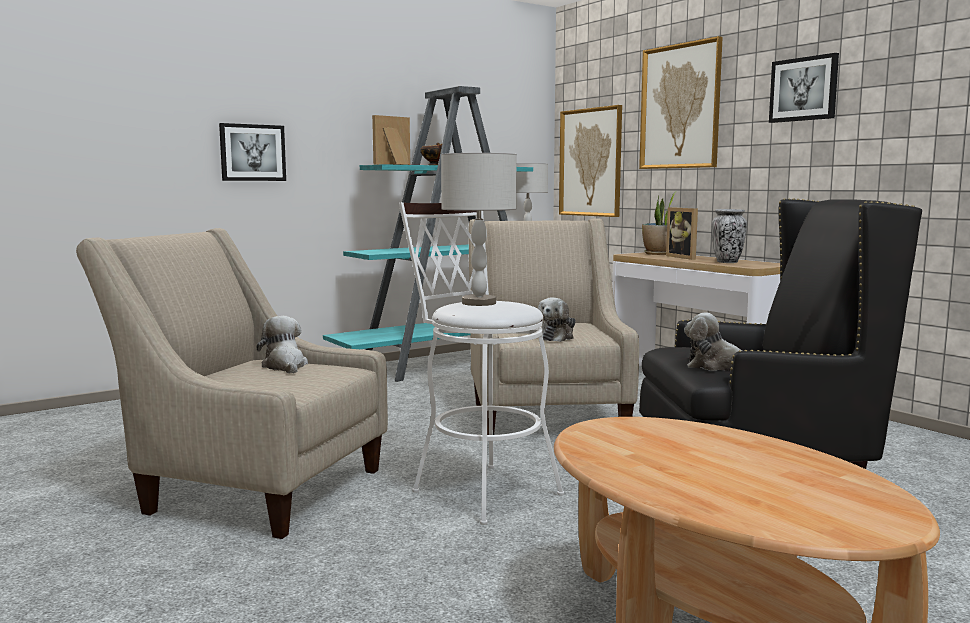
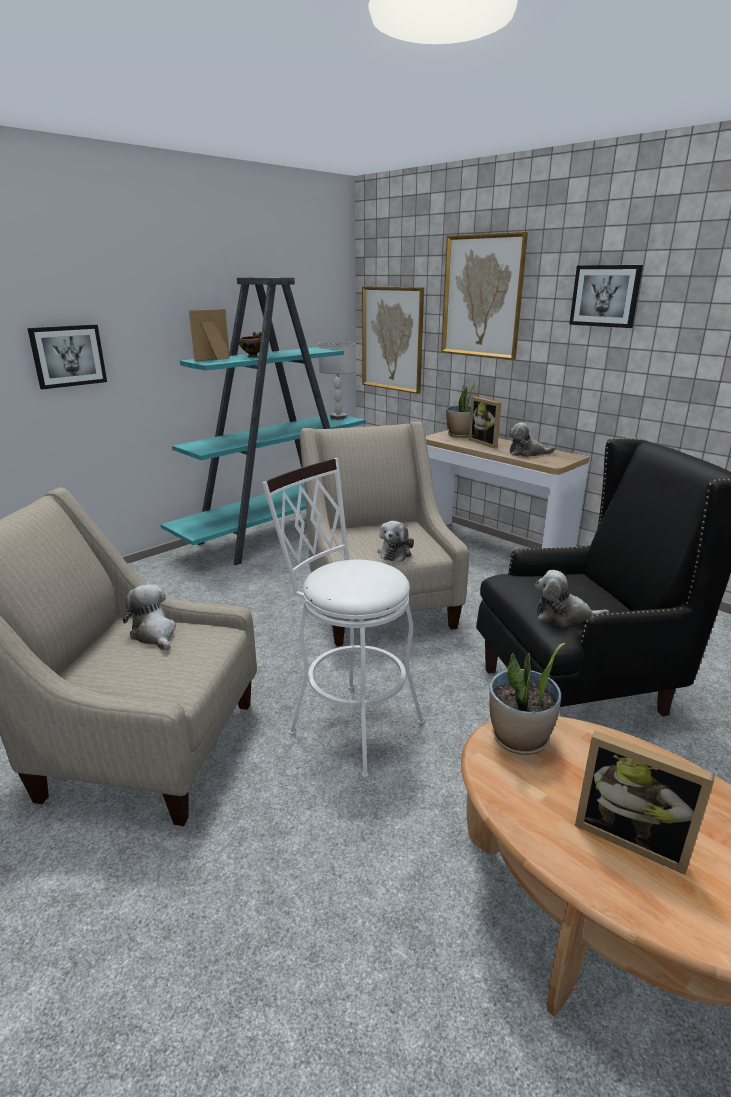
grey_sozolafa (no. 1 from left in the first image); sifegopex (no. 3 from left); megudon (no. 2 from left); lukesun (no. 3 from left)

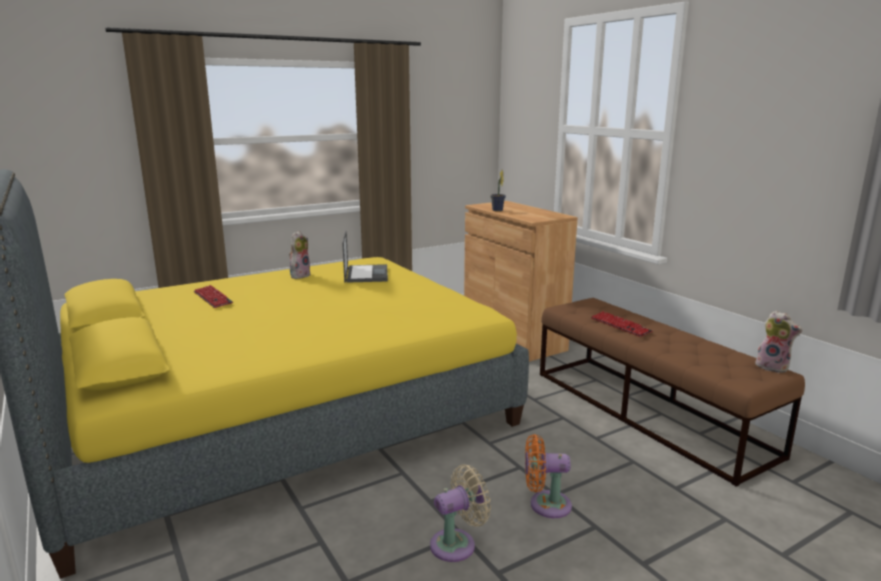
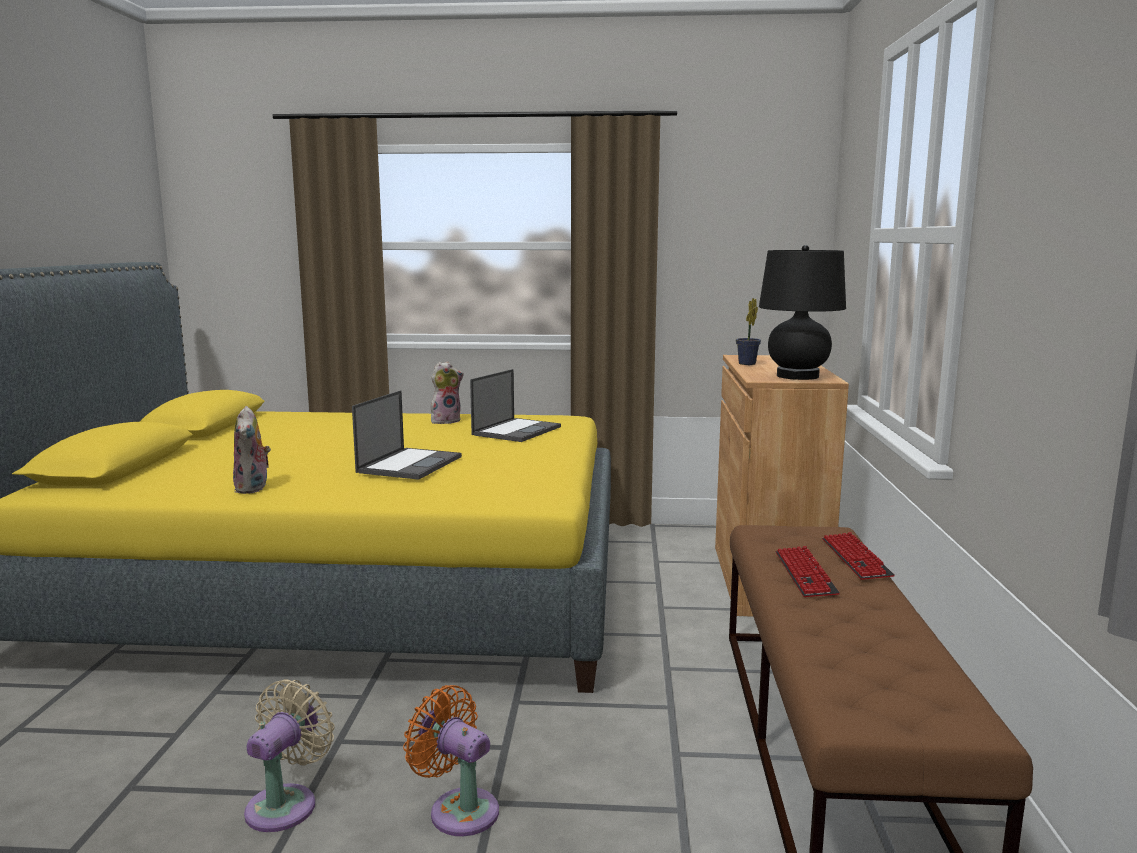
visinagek (no. 2 from left); sifegopex (no. 1 from left); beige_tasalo; black_sozolafa; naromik (no. 1 from left)

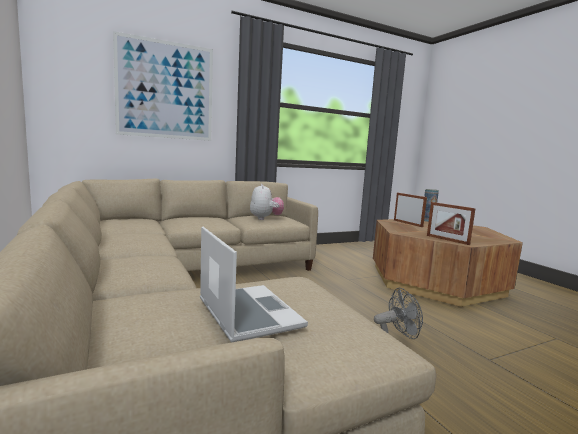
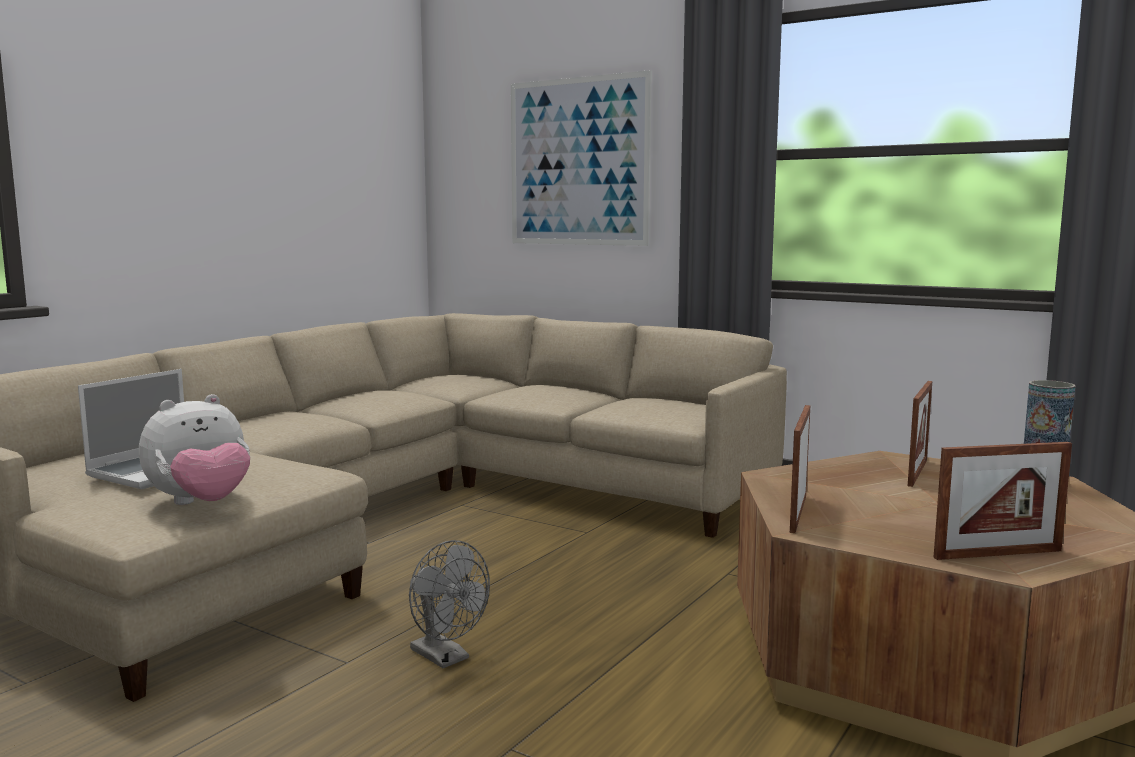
sifegopex; lukesun (no. 3 from left)

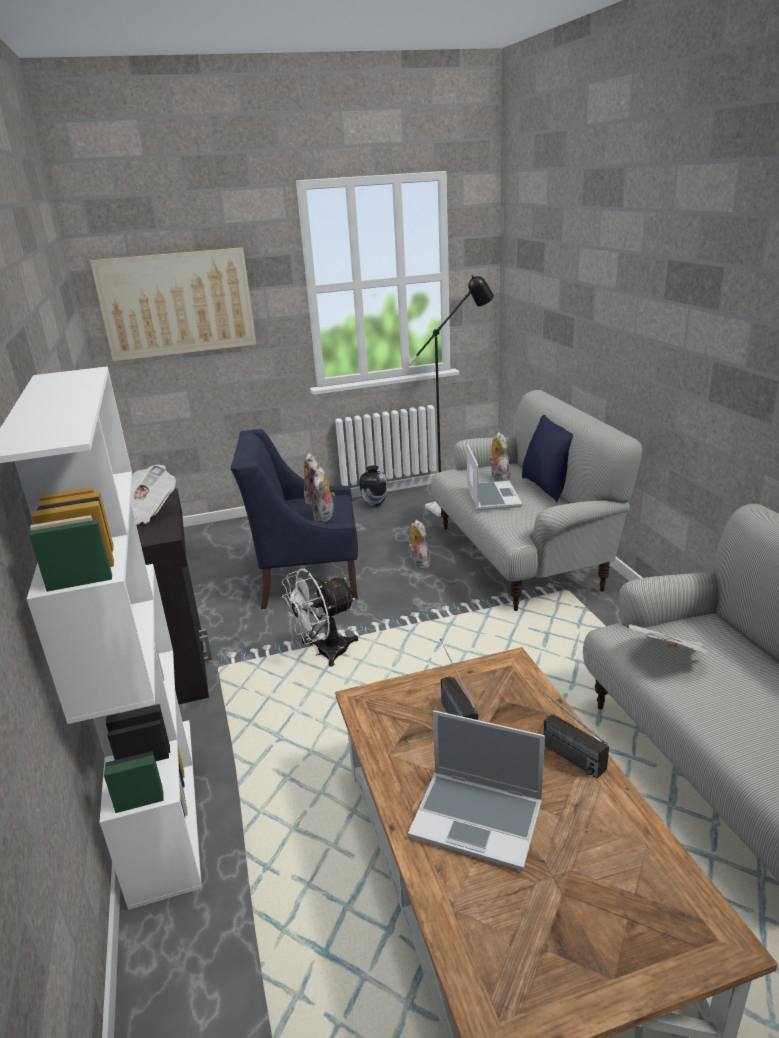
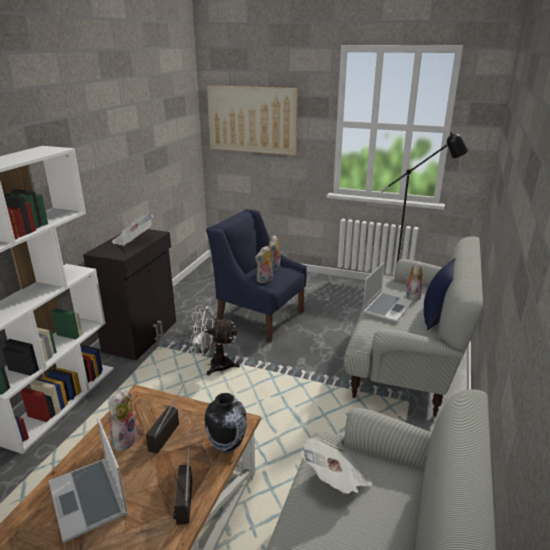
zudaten; sifegopex (no. 1 from left)

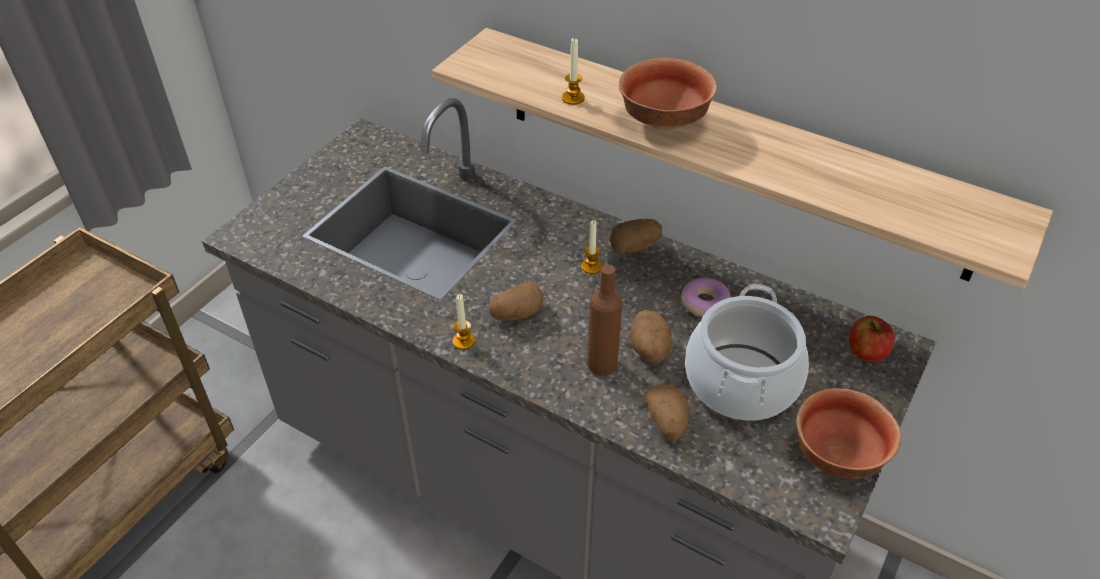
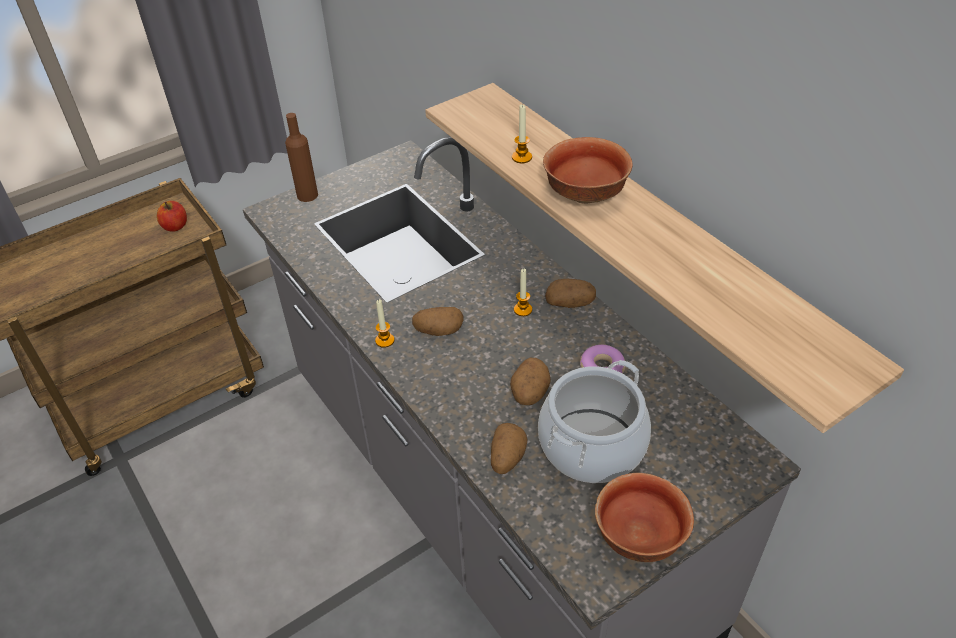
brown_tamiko; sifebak

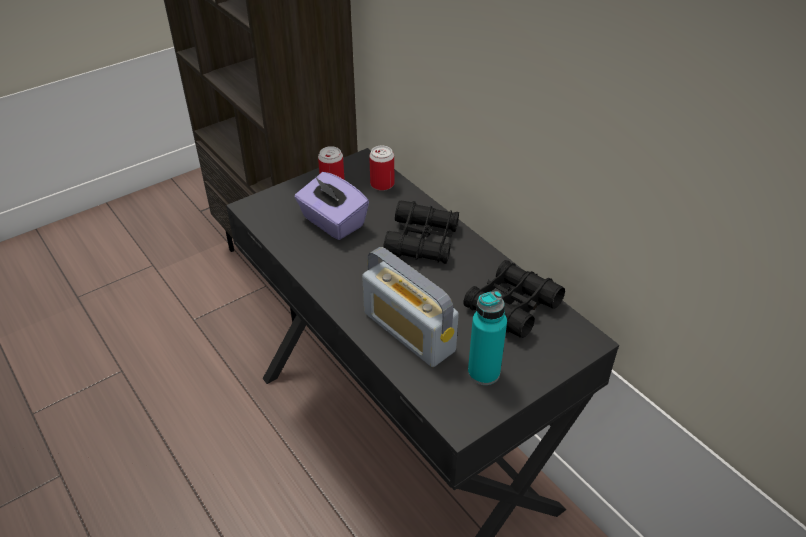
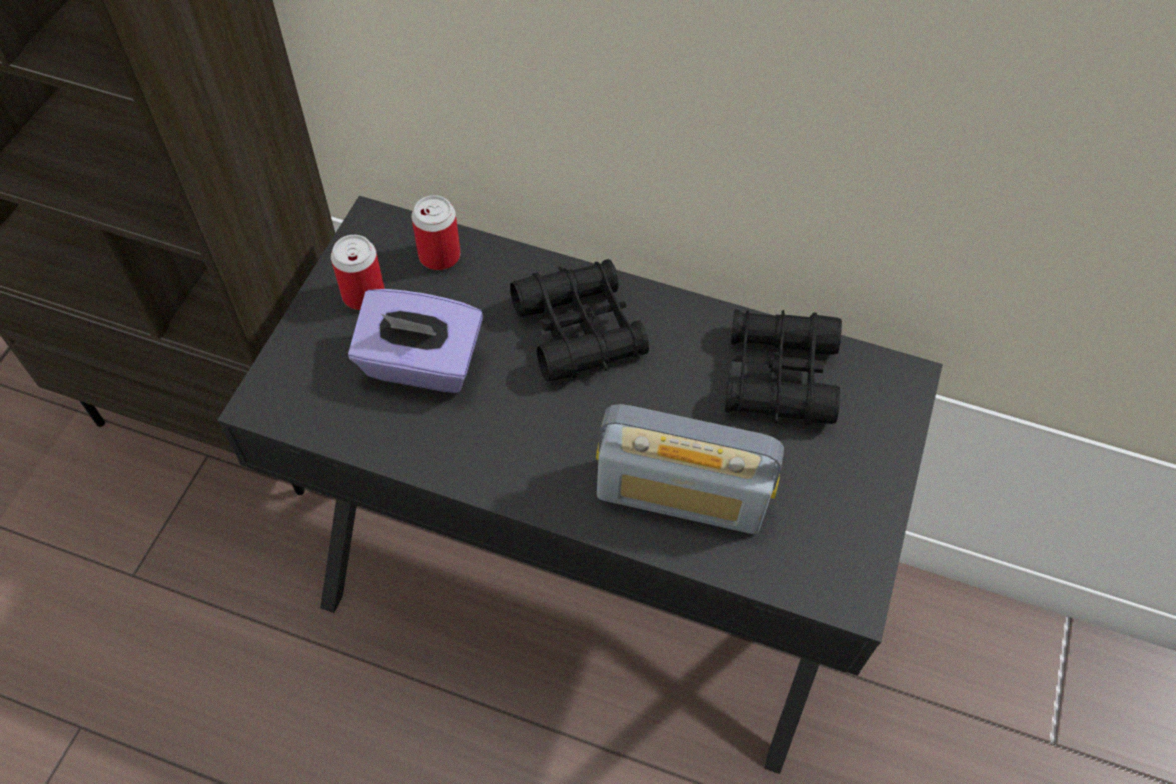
turquoise_tamiko

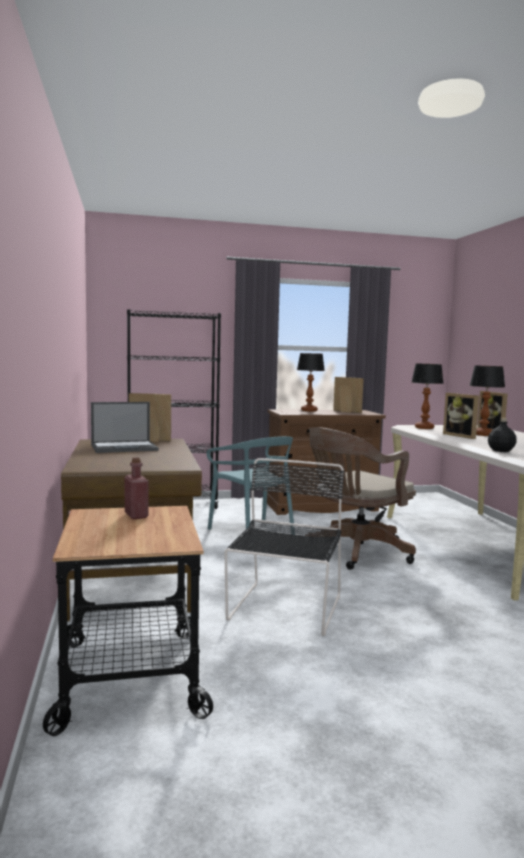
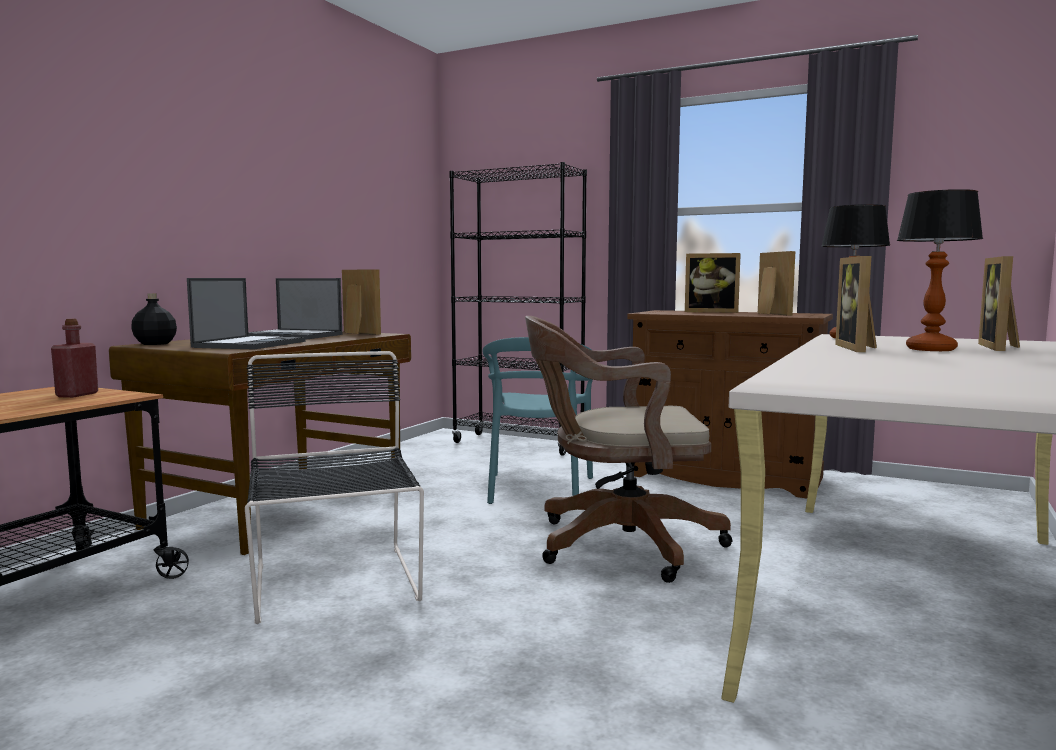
lukesun (no. 2 from left); black_tamiko; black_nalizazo; naromik (no. 1 from left)

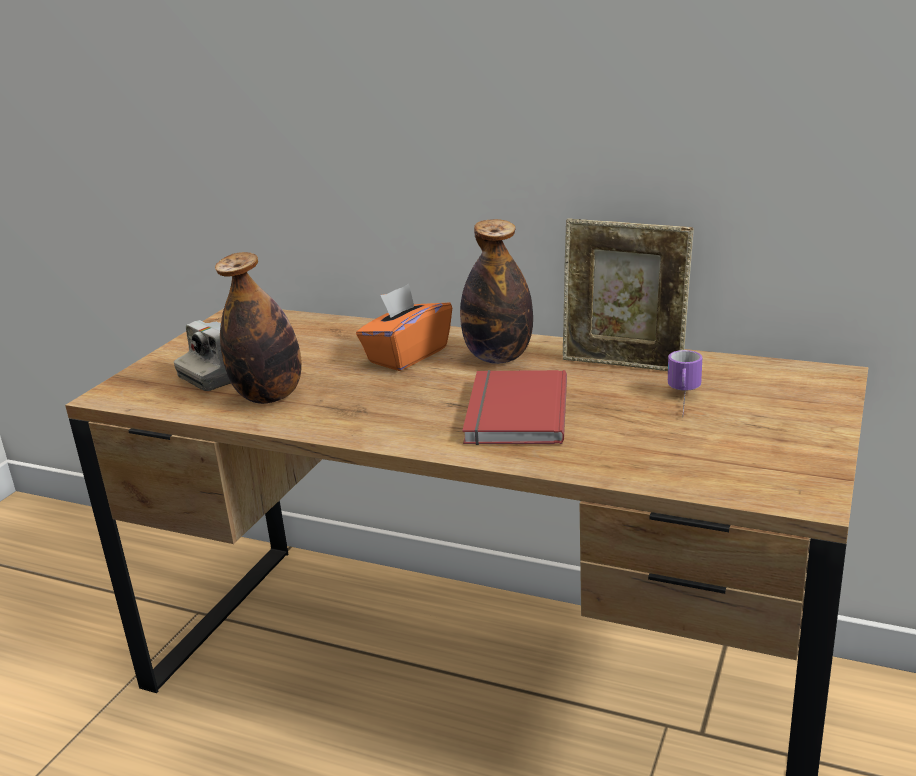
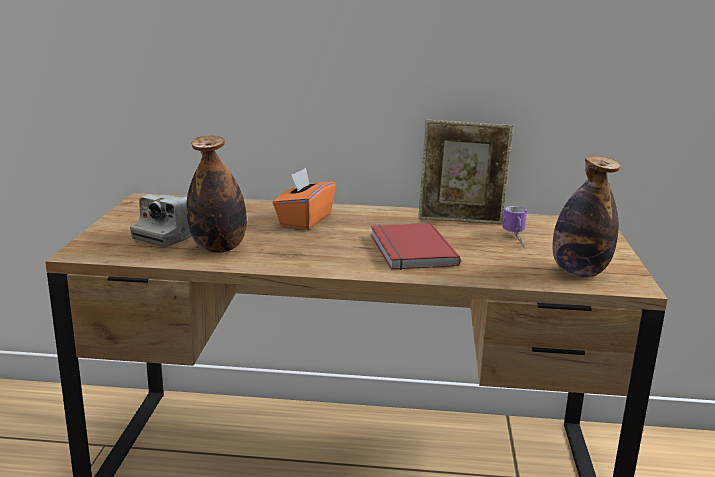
tamiko (no. 2 from left)

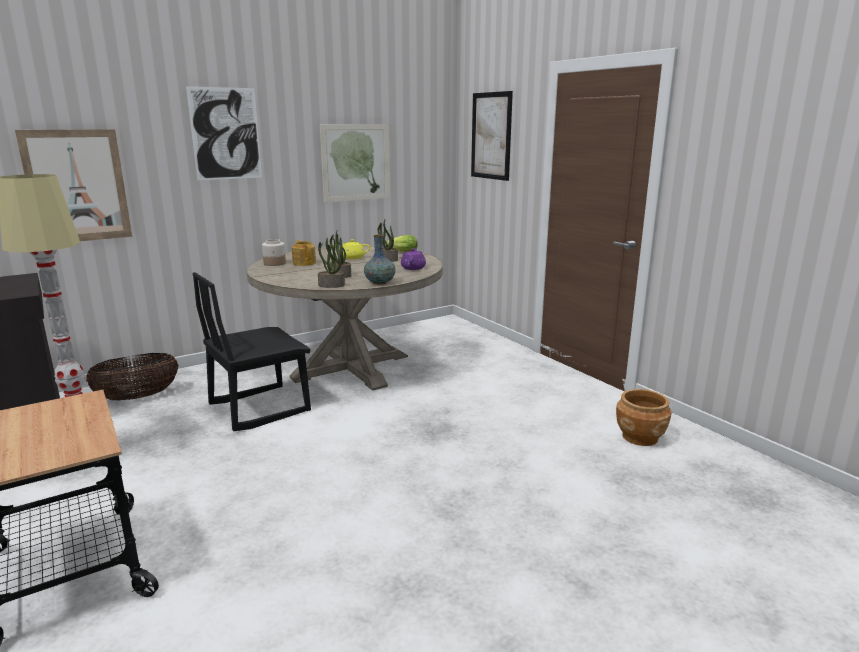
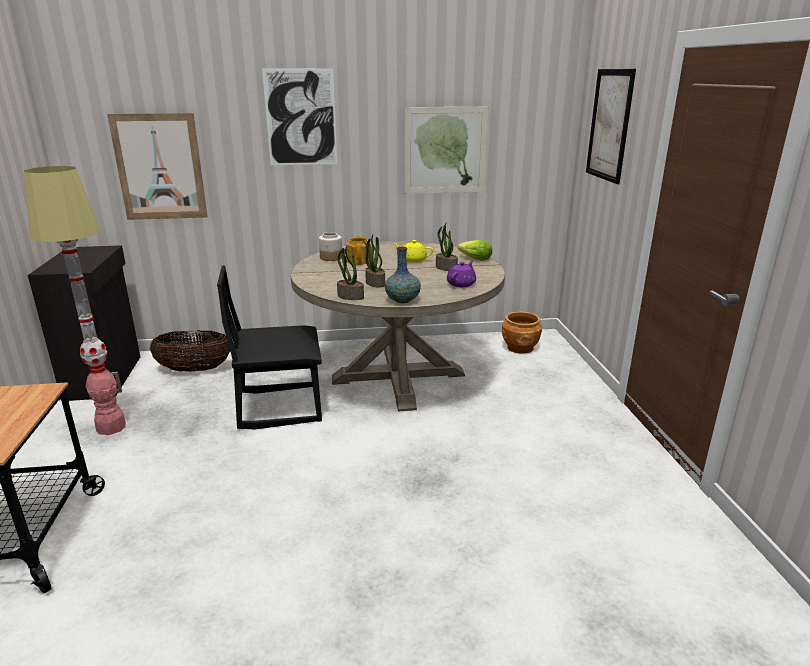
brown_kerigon

